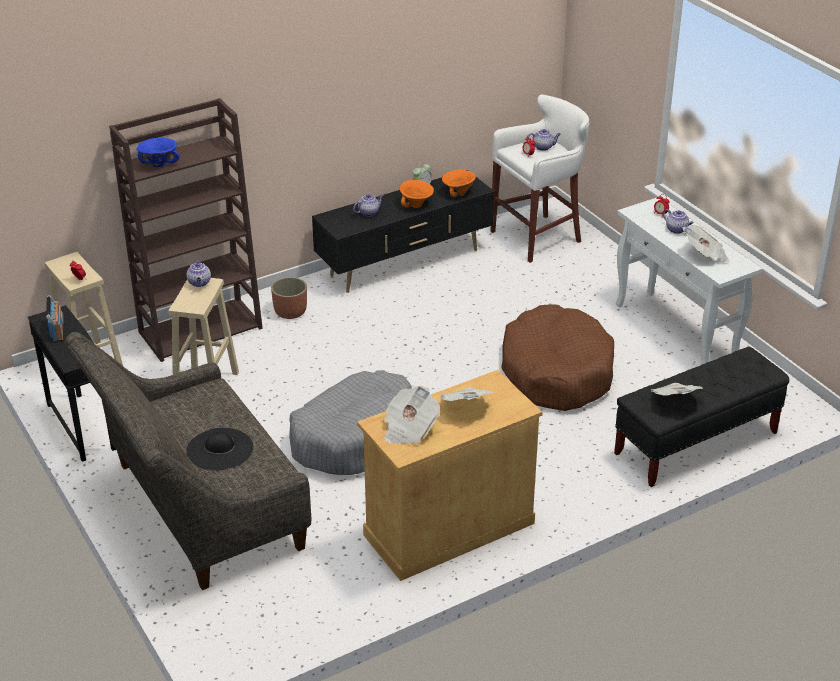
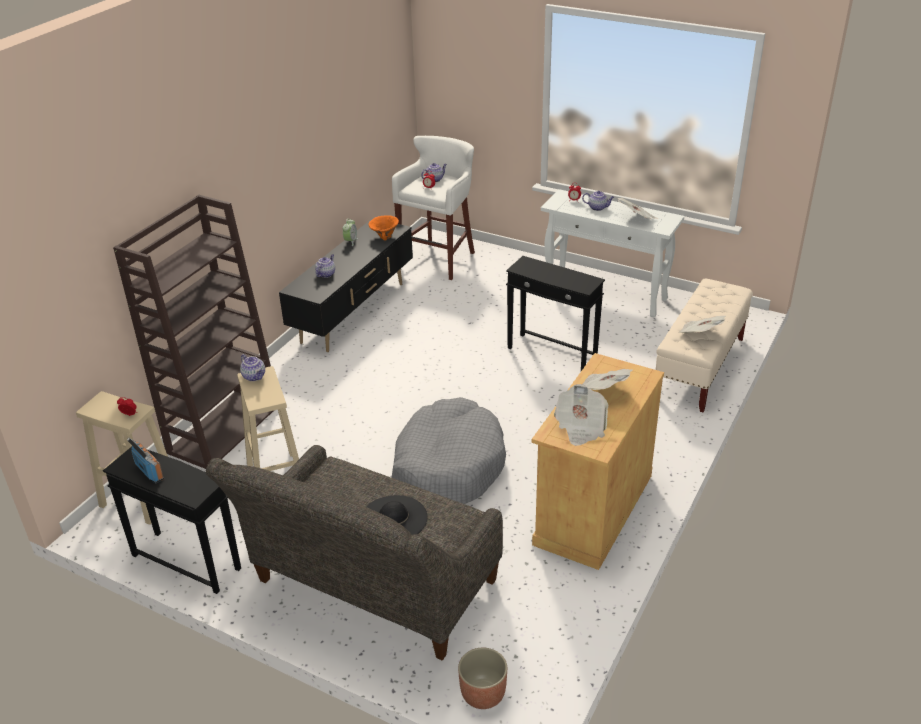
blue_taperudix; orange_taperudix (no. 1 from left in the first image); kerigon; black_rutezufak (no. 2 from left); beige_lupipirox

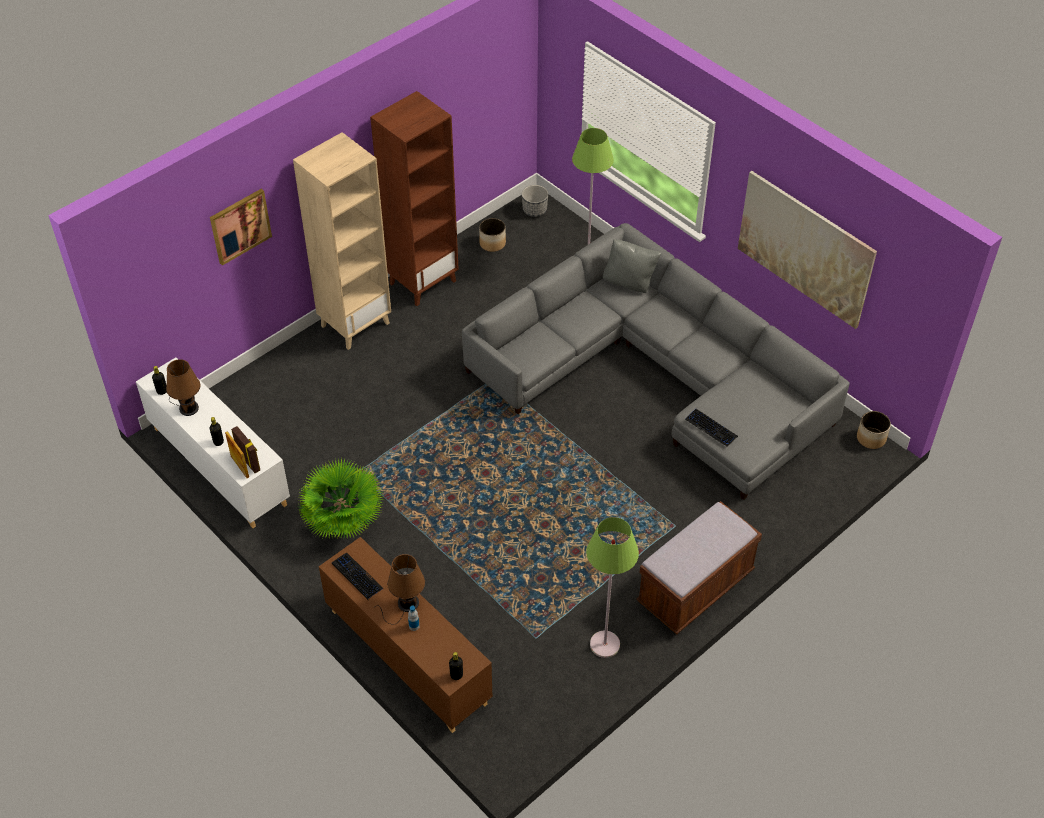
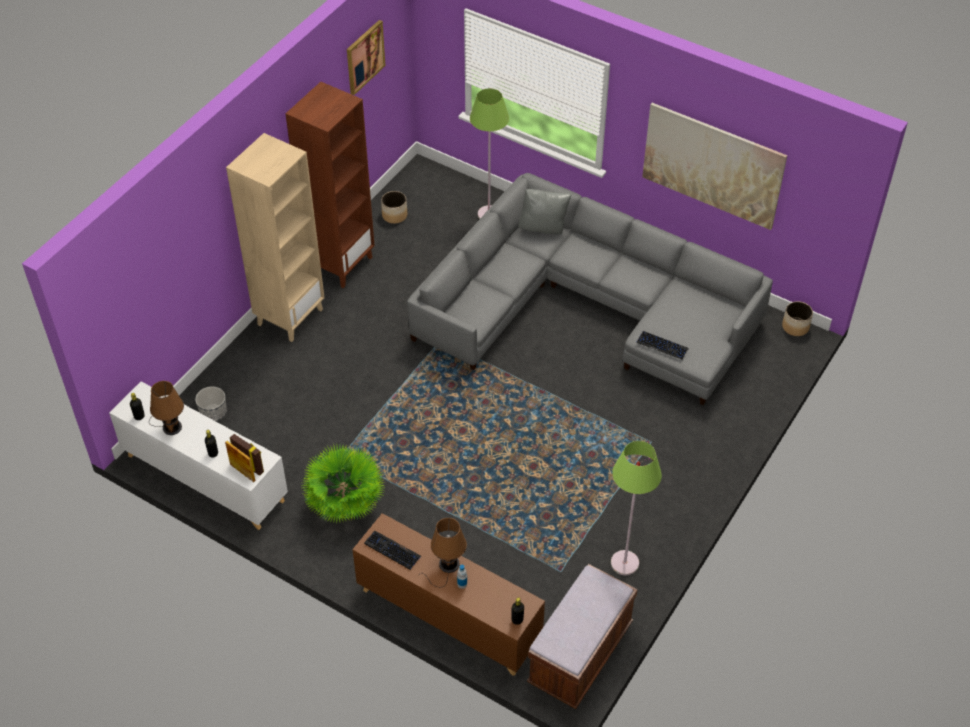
kerigon (no. 1 from left); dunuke (no. 1 from left); brown_lupipirox

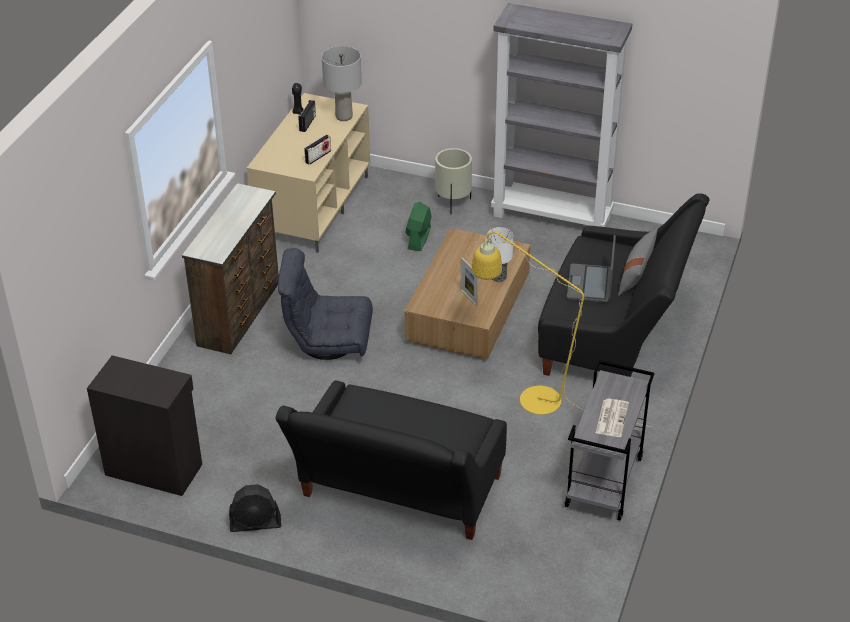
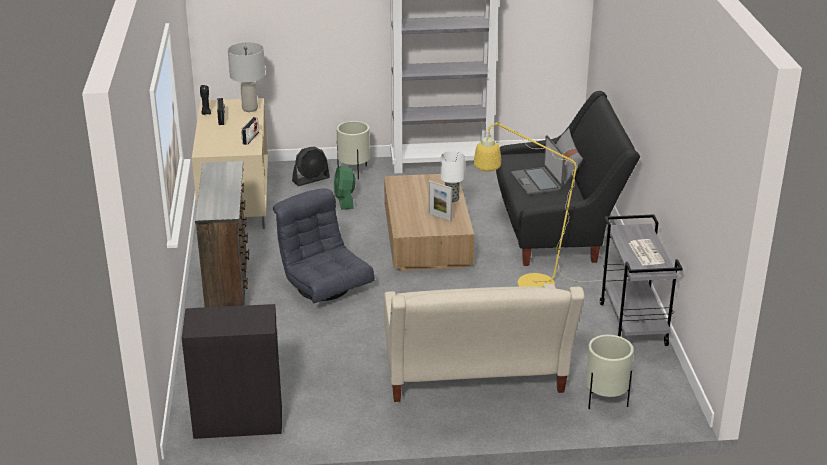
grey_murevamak; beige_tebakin; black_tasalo; beige_kerigon (no. 2 from left)

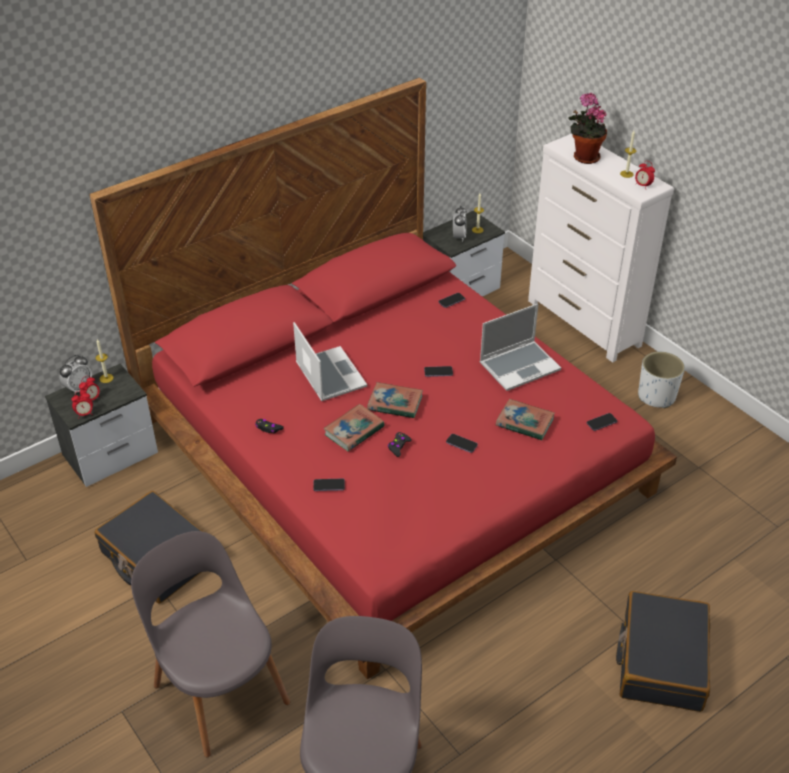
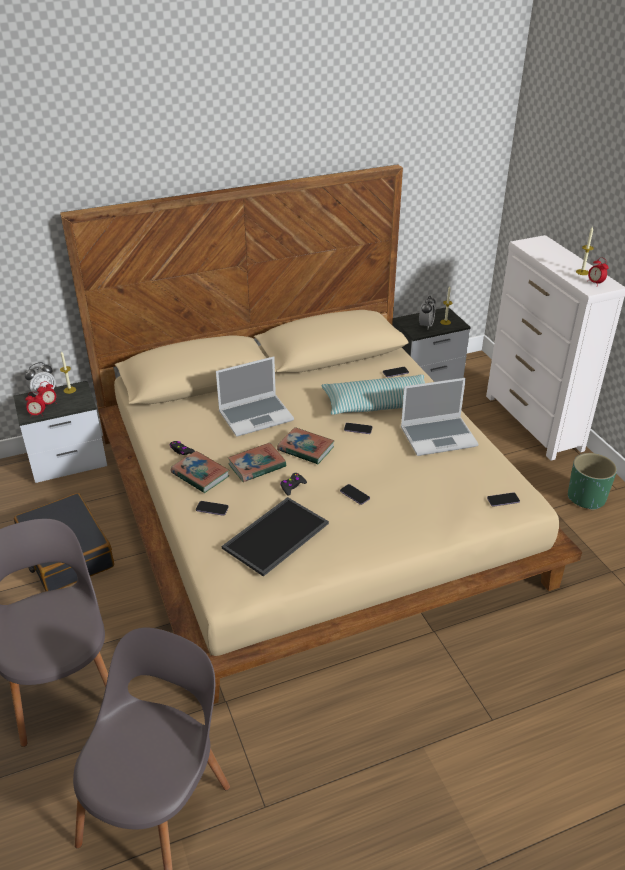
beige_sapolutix; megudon; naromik (no. 1 from left); green_kerigon; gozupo (no. 1 from left); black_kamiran (no. 2 from left in the first image); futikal; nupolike

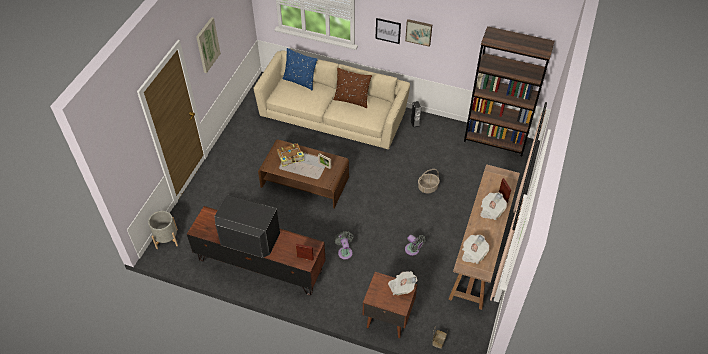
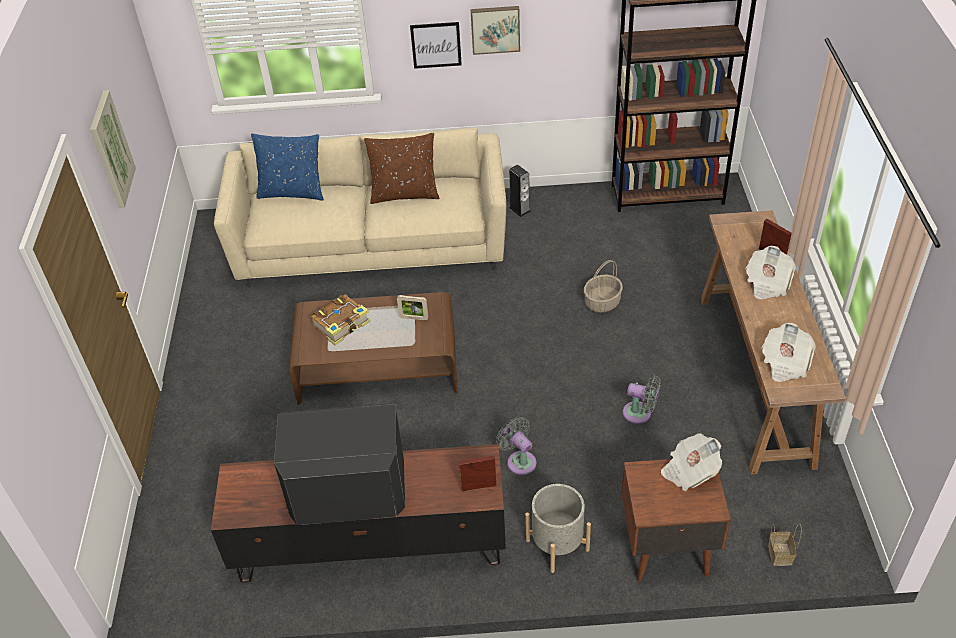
grey_kerigon

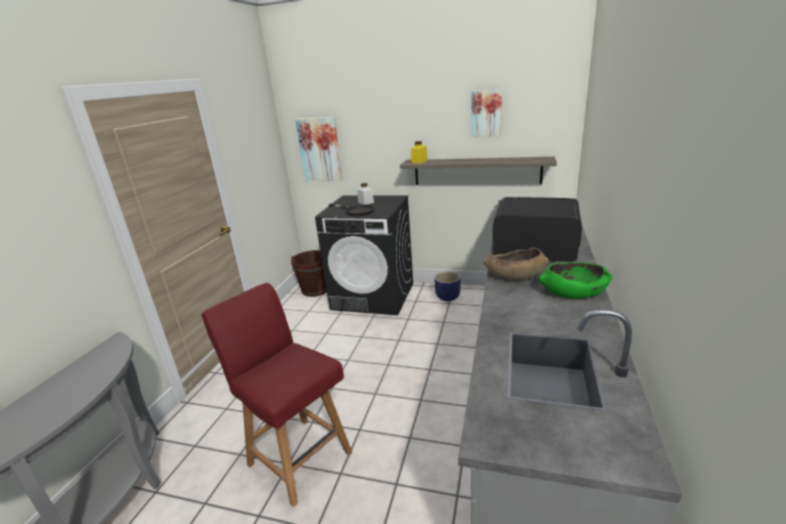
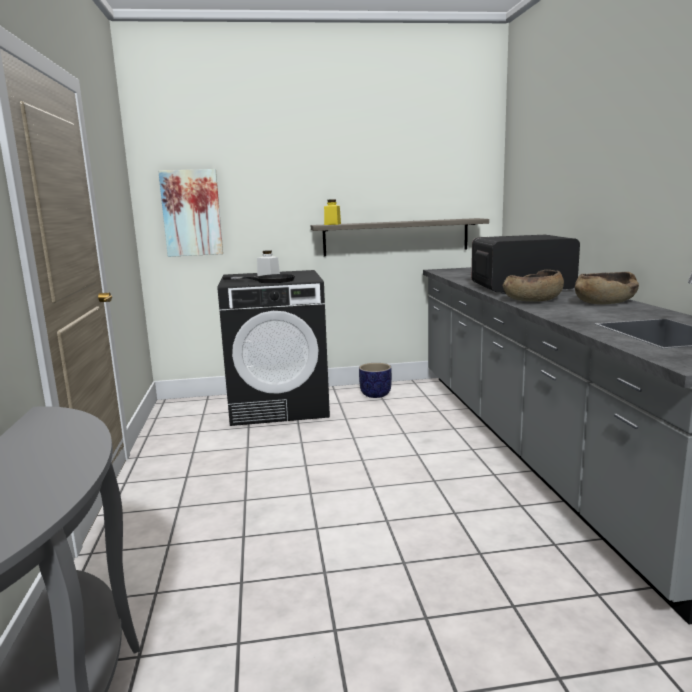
dunuke (no. 2 from left in the first image); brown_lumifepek; brown_taperudix (no. 2 from left); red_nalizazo

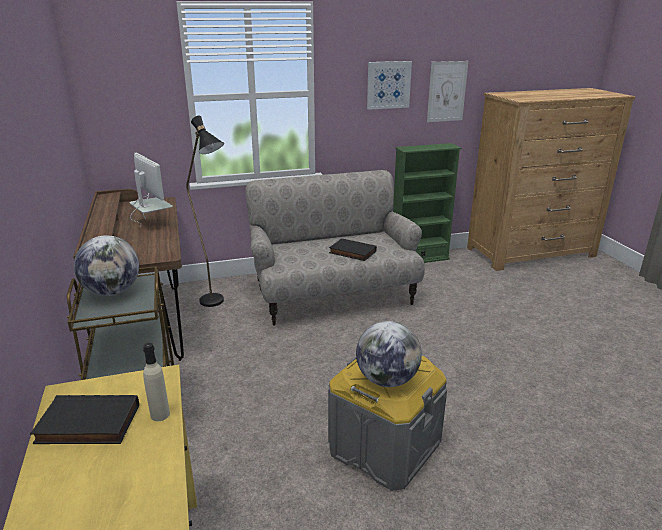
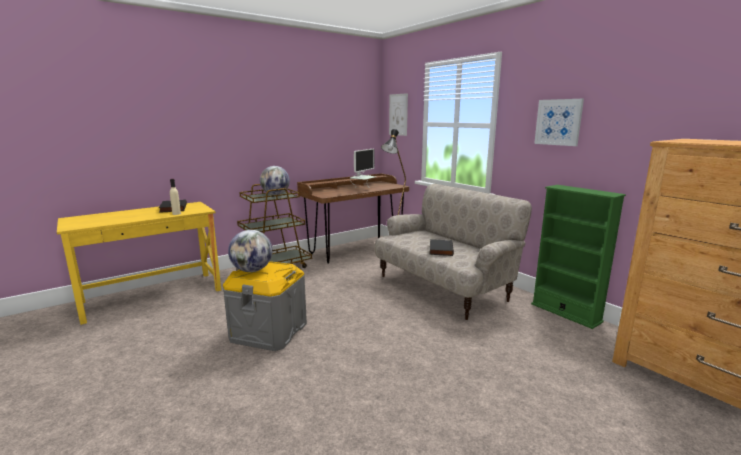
dunuke (no. 1 from left)

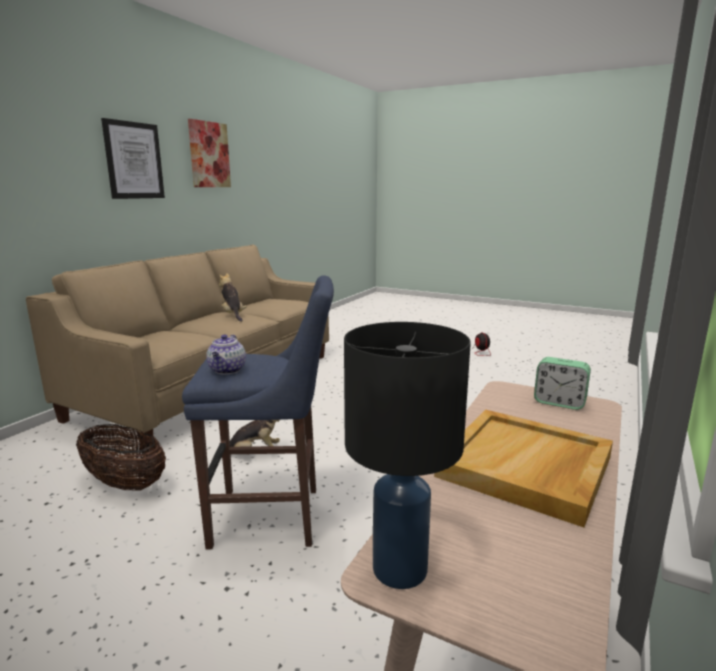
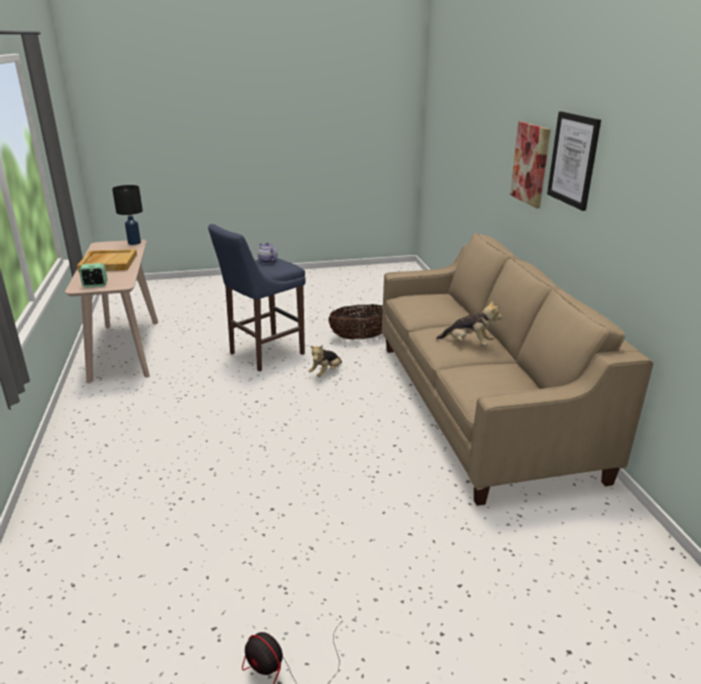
dunuke (no. 1 from left)

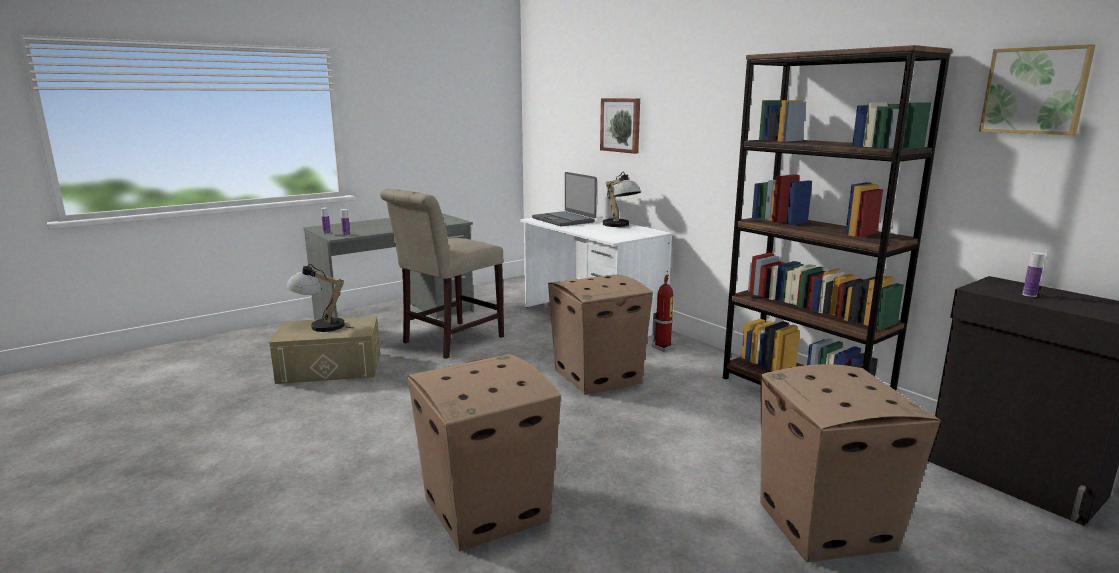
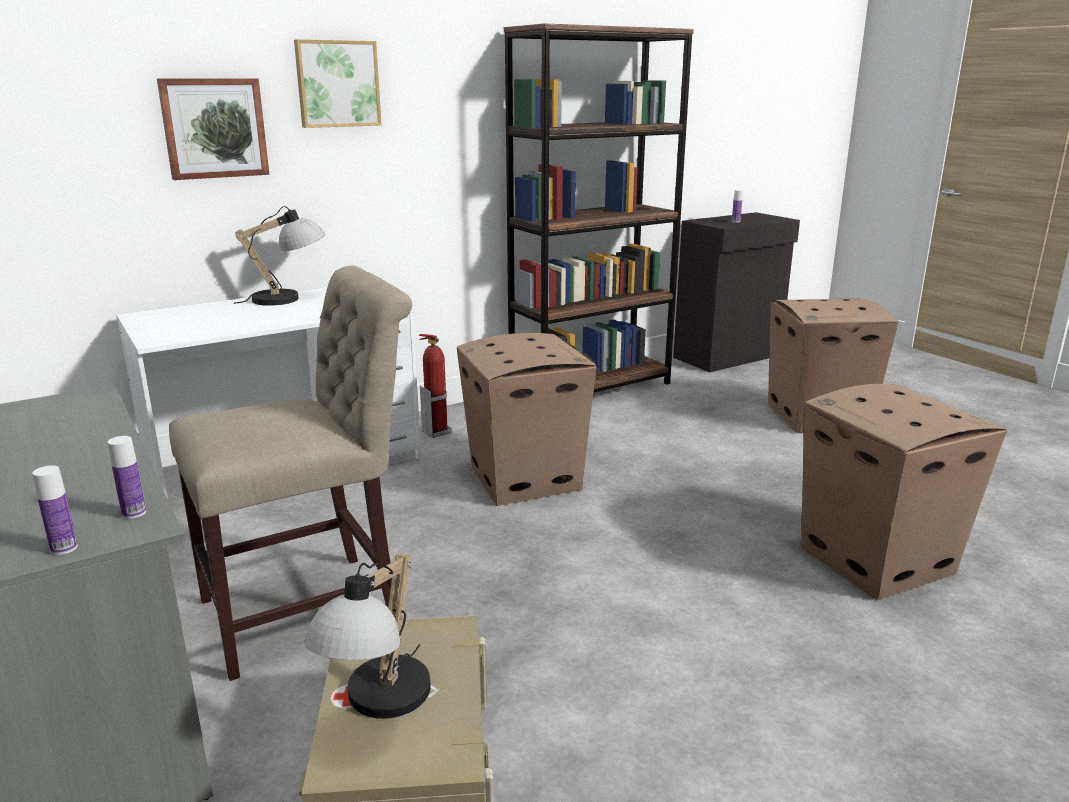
dunuke (no. 2 from left); naromik; beige_nalizazo

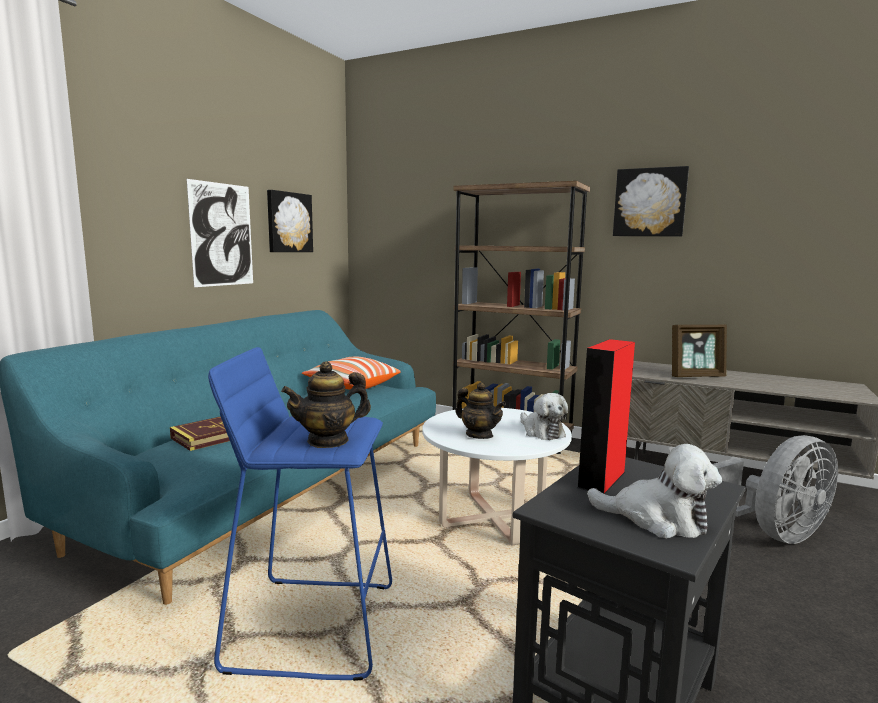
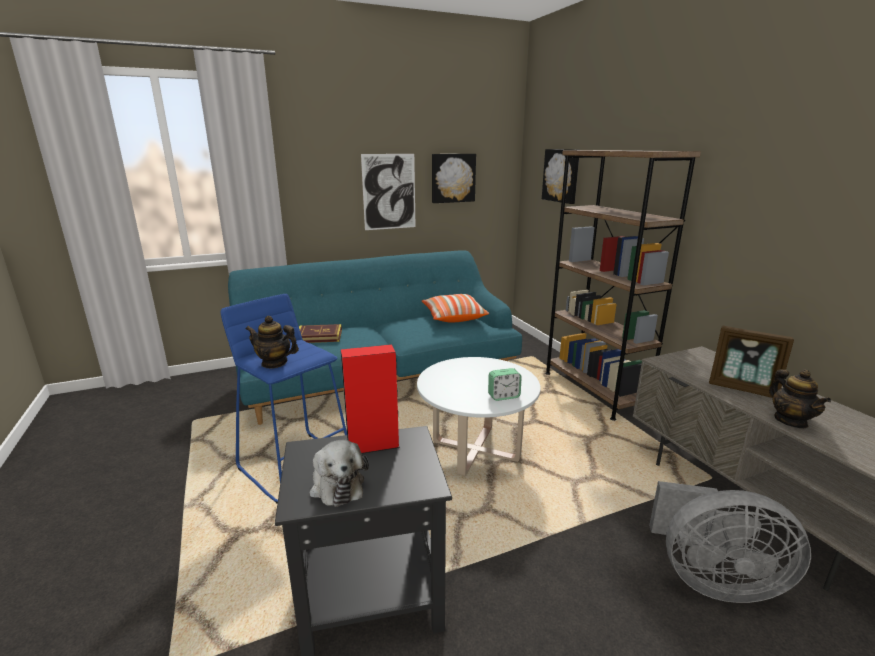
dunuke (no. 3 from left); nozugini (no. 2 from left); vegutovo

